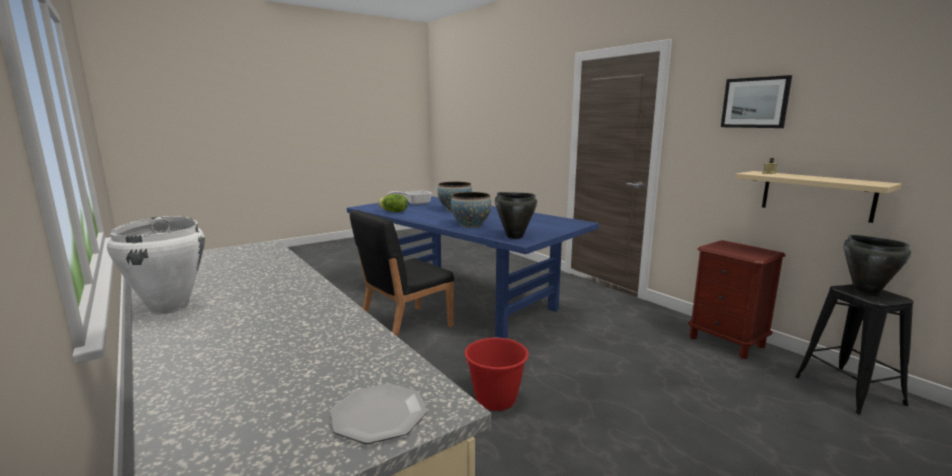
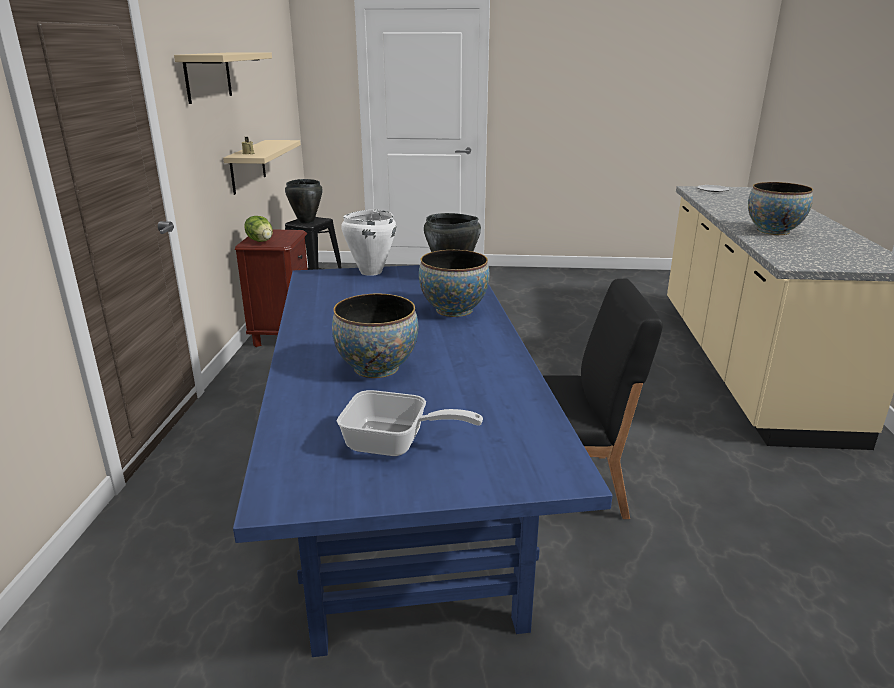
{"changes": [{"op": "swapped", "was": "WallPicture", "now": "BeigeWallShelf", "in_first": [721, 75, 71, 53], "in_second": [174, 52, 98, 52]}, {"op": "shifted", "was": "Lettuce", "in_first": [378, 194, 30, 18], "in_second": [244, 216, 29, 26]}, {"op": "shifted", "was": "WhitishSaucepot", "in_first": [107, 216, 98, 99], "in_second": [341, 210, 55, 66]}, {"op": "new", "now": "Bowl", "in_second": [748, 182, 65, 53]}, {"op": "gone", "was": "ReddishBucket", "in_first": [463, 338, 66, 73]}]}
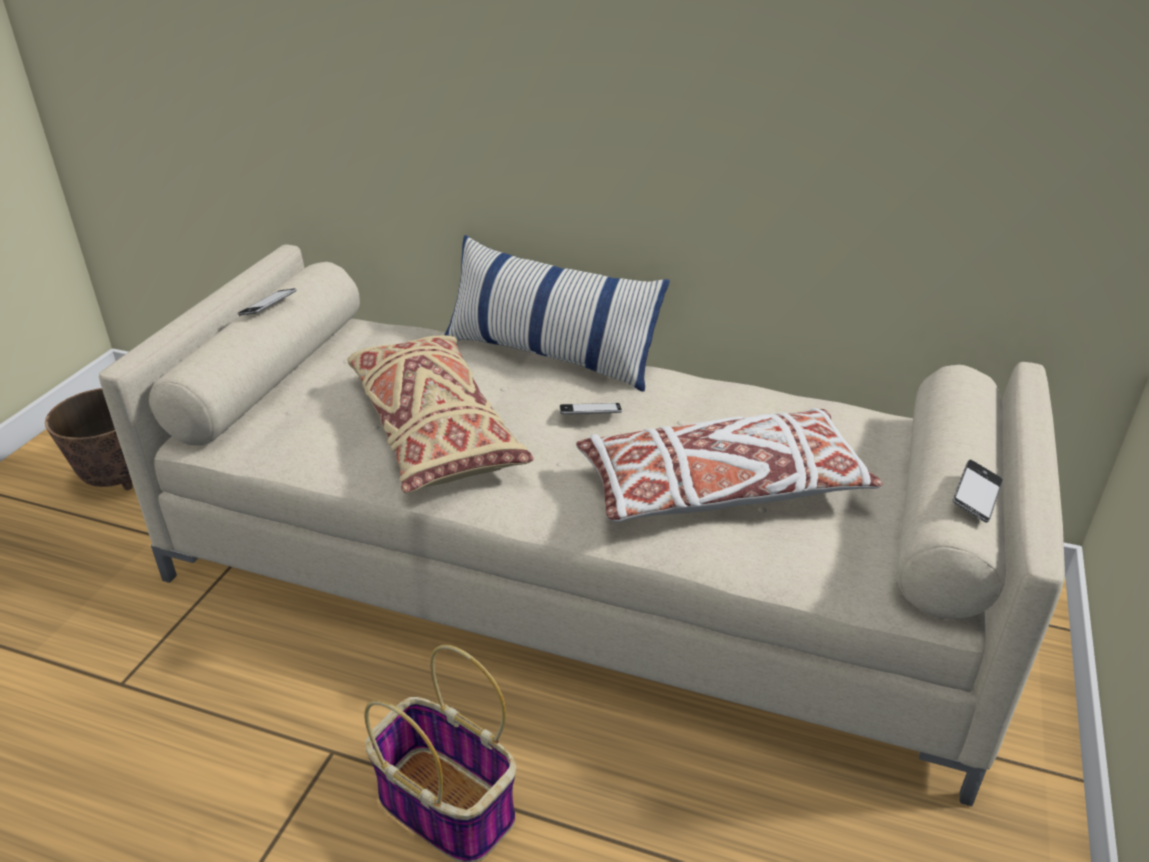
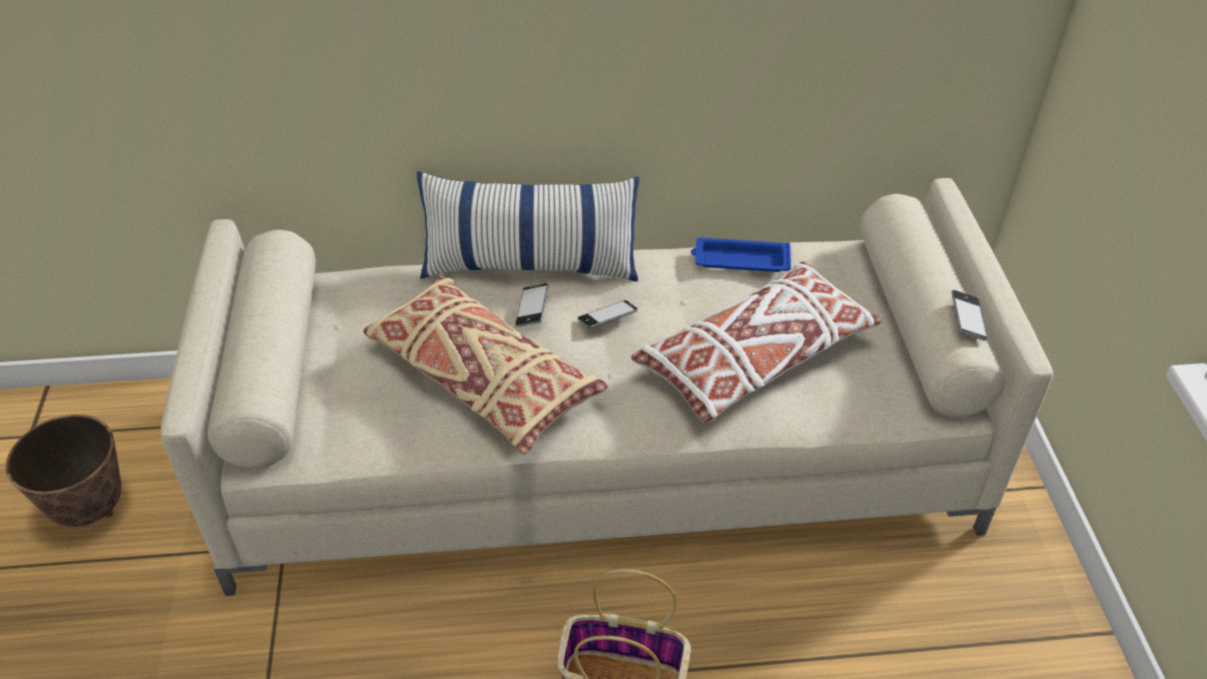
{"changes": [{"op": "shifted", "was": "Phone", "in_first": [238, 288, 59, 27], "in_second": [515, 283, 33, 44]}, {"op": "new", "now": "BluishCarryingTray", "in_second": [691, 238, 100, 34]}]}
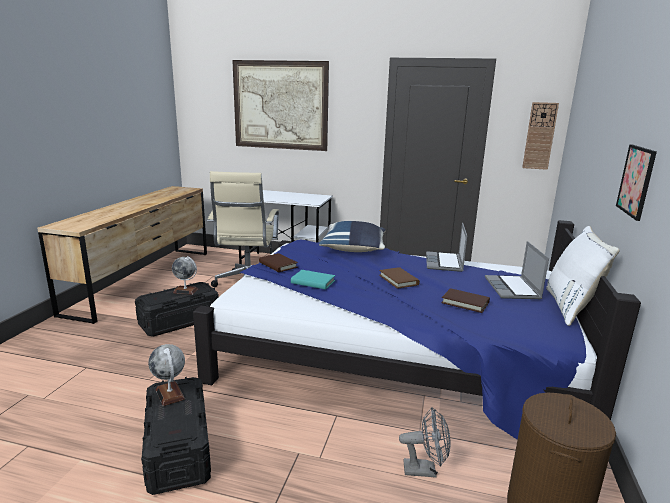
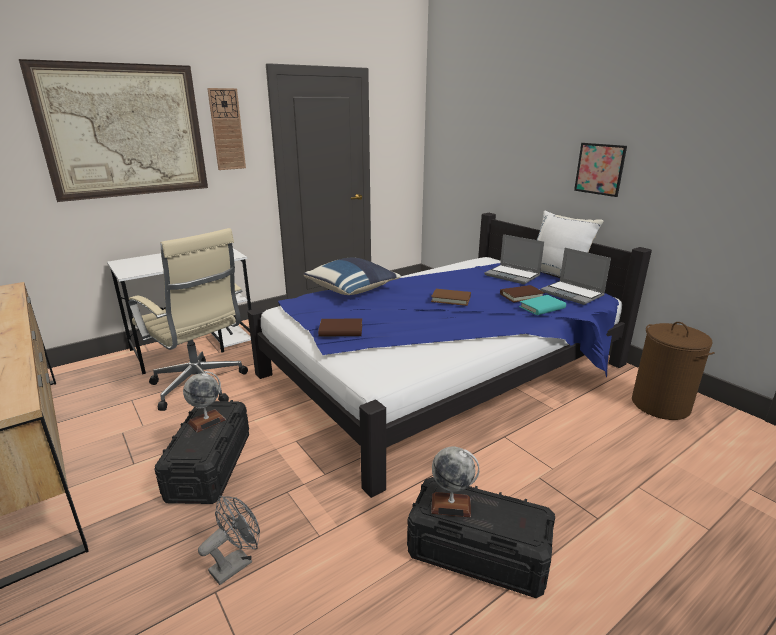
{"changes": [{"op": "shifted", "was": "GreyFan", "in_first": [399, 407, 52, 71], "in_second": [198, 496, 62, 89]}, {"op": "shifted", "was": "ClockOnTheWall", "in_first": [522, 102, 37, 68], "in_second": [207, 88, 39, 82]}, {"op": "shifted", "was": "TurquoiseBook", "in_first": [291, 270, 44, 20], "in_second": [519, 295, 47, 20]}, {"op": "shifted", "was": "PortableComputer", "in_first": [426, 223, 41, 49], "in_second": [540, 248, 71, 57]}]}
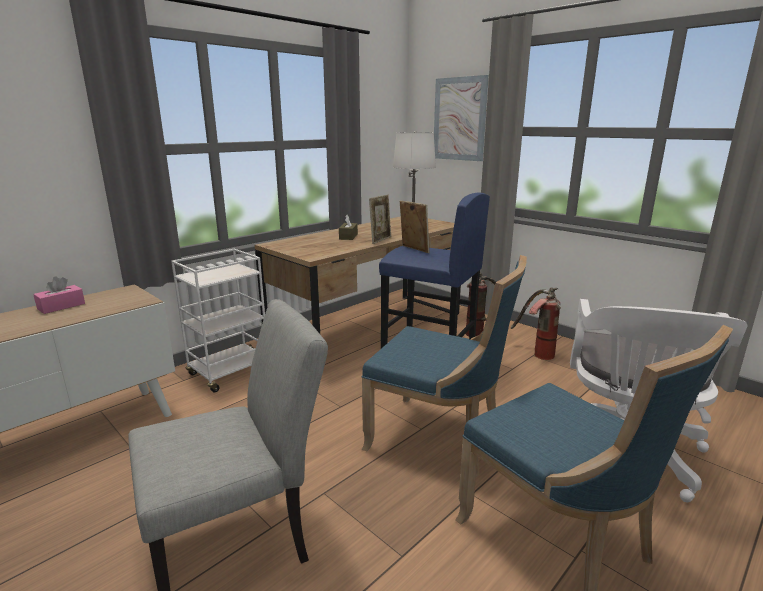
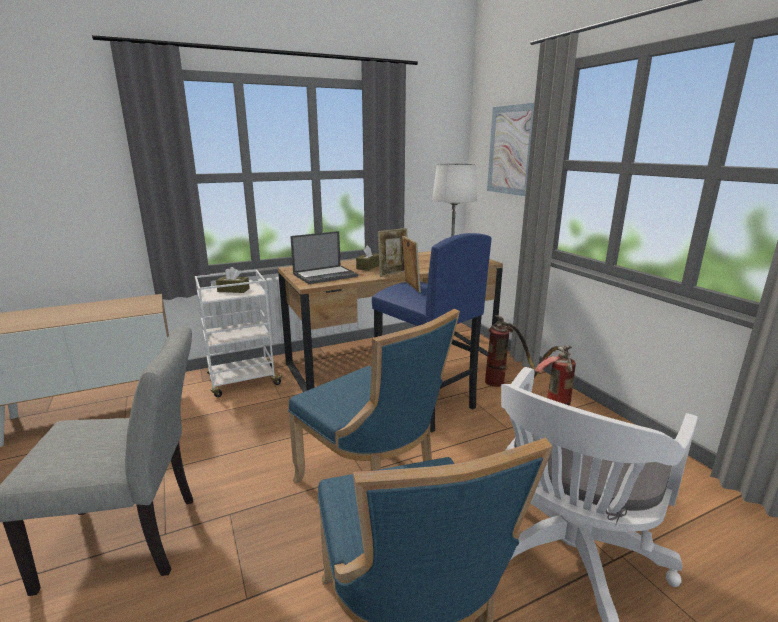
{"changes": [{"op": "new", "now": "BrownColouredTissueHolder", "in_second": [216, 267, 34, 26]}, {"op": "new", "now": "PortableComputer", "in_second": [290, 231, 68, 53]}, {"op": "gone", "was": "PinkishTissueHolder", "in_first": [33, 276, 52, 38]}]}
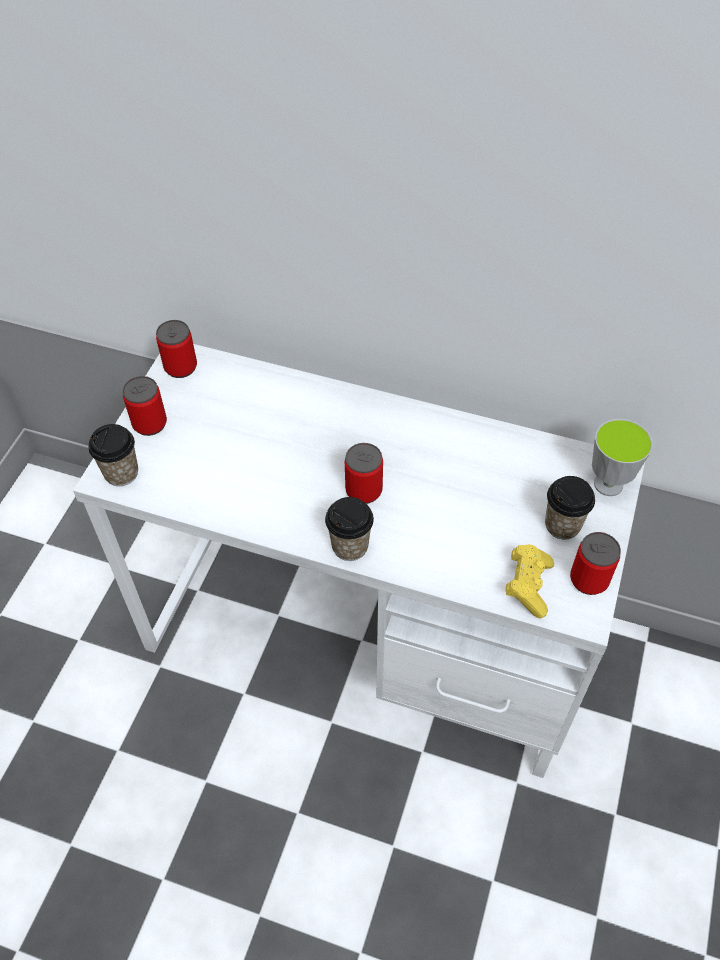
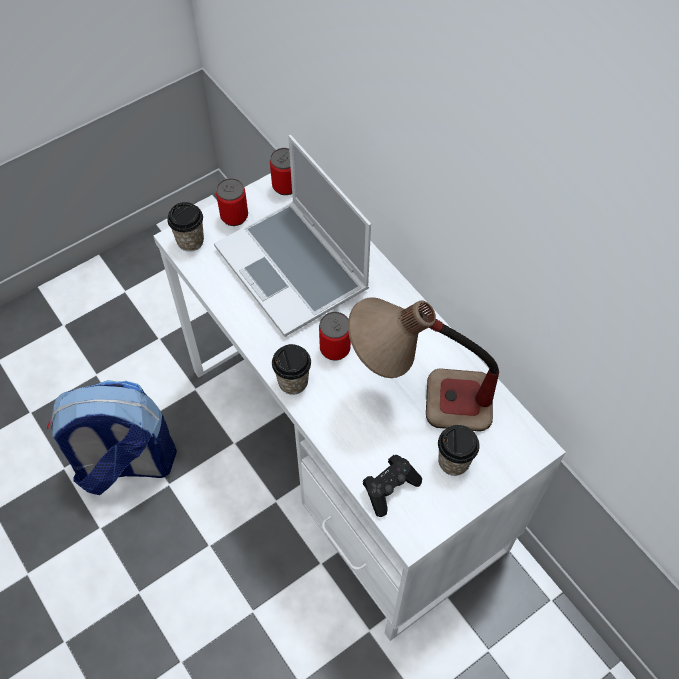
{"changes": [{"op": "new", "now": "Backpack", "in_second": [47, 380, 130, 115]}, {"op": "new", "now": "PortableComputer", "in_second": [214, 135, 157, 202]}, {"op": "new", "now": "TableLamp", "in_second": [348, 297, 151, 135]}, {"op": "repainted", "was": "YellowGamepad", "now": "BlackColouredGamepad", "in_first": [505, 544, 49, 74], "in_second": [362, 455, 60, 62]}, {"op": "gone", "was": "MetalCan", "in_first": [570, 532, 51, 63]}, {"op": "gone", "was": "SmallCup", "in_first": [592, 419, 61, 77]}]}
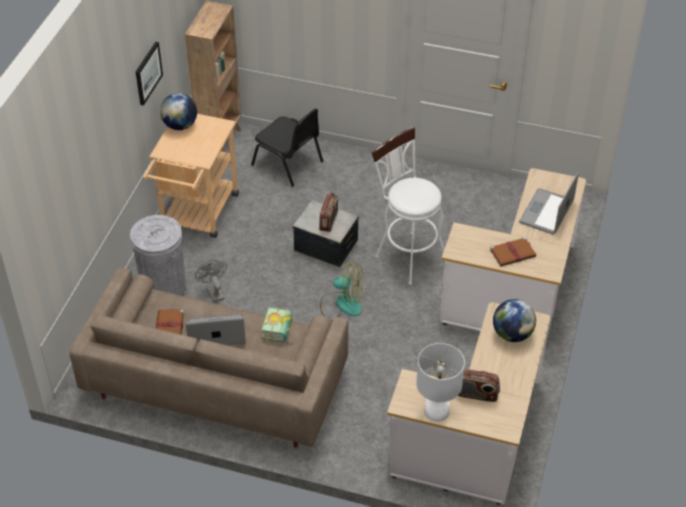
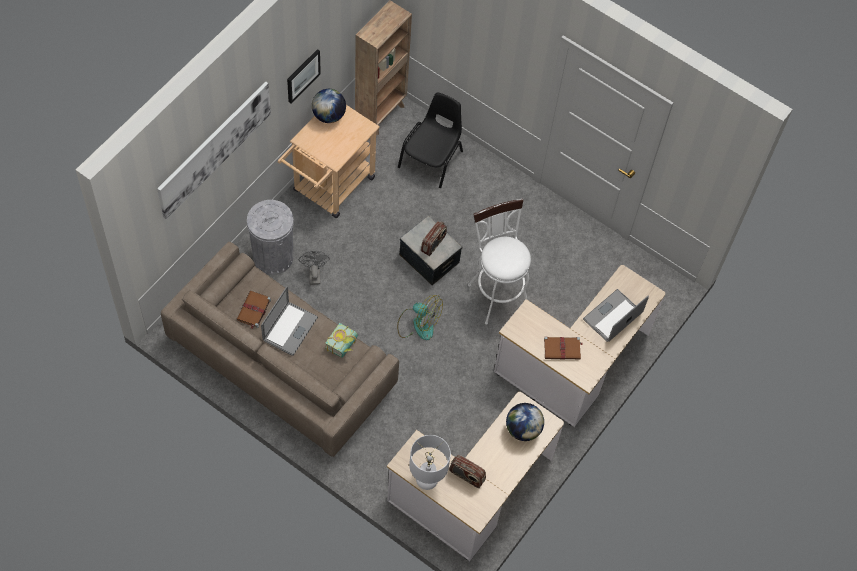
{"changes": [{"op": "new", "now": "WallPicture", "in_second": [157, 81, 114, 138]}, {"op": "rotated", "was": "PortableComputer", "in_first": [186, 314, 60, 31], "in_second": [261, 286, 57, 70], "clockwise": 105}, {"op": "rotated", "was": "BlackColouredPlainChair", "in_first": [251, 109, 72, 78], "in_second": [398, 92, 65, 96], "clockwise": -120}]}
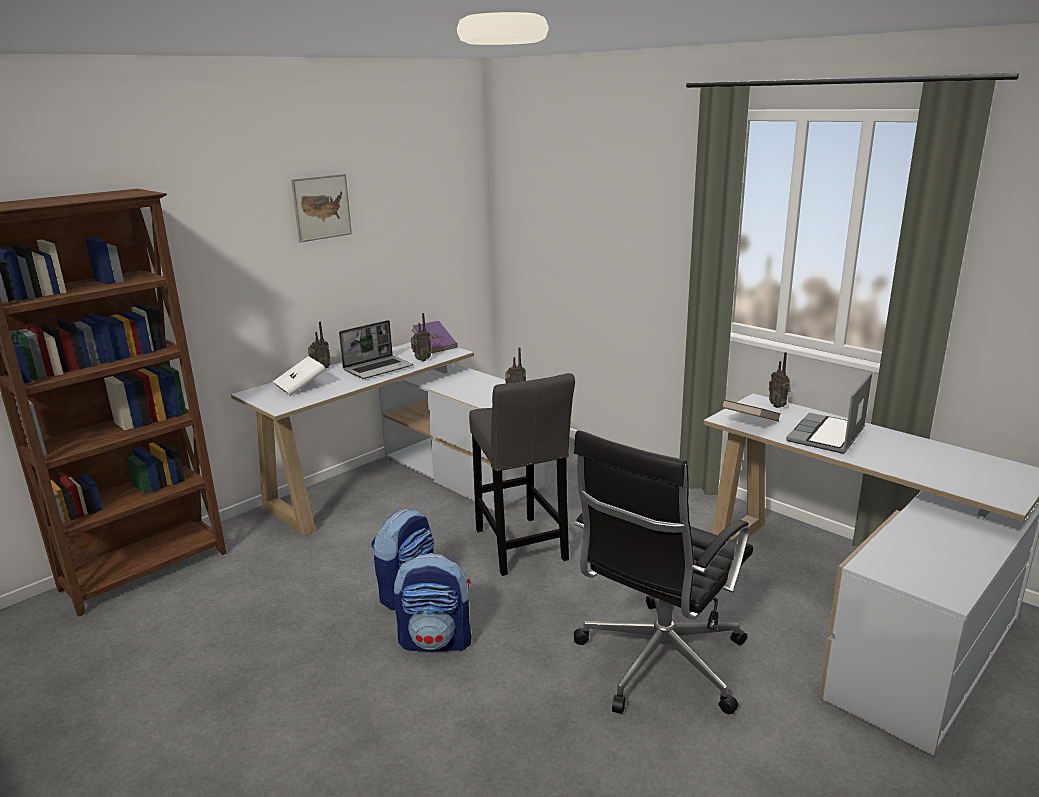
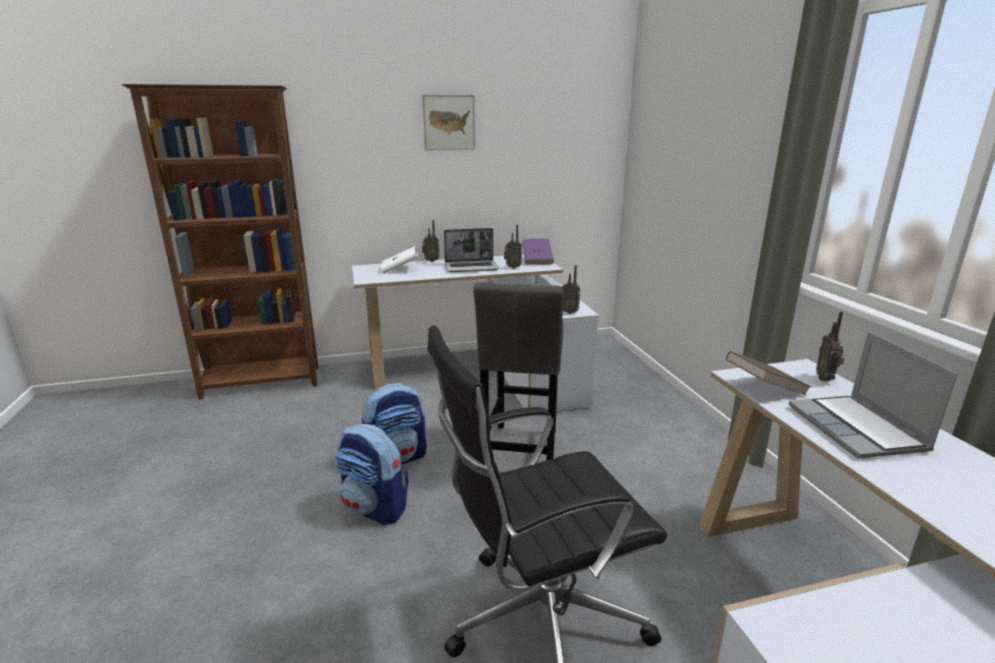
{"changes": [{"op": "rotated", "was": "PortableComputer", "in_first": [786, 373, 86, 81], "in_second": [789, 332, 169, 127], "clockwise": -75}]}
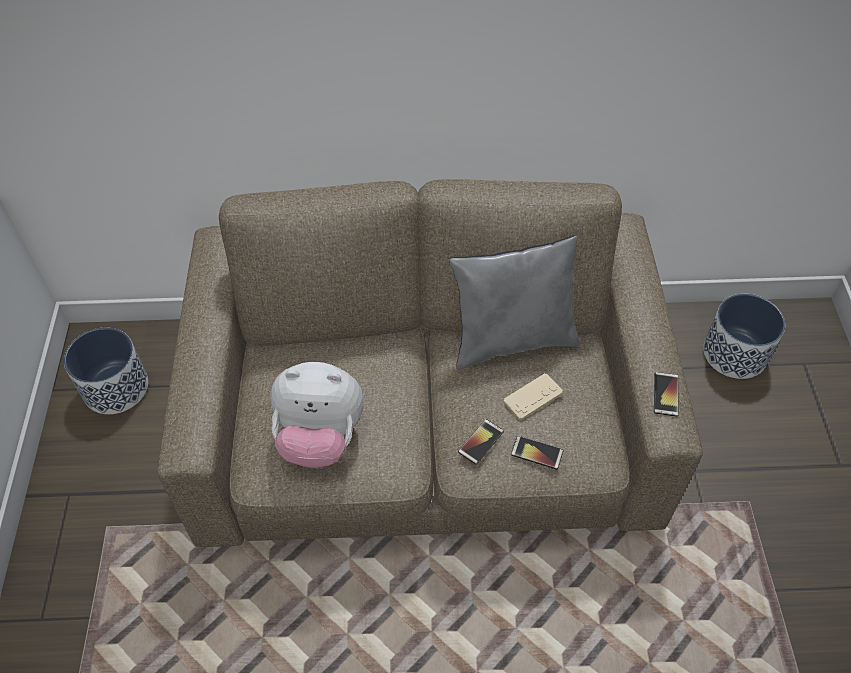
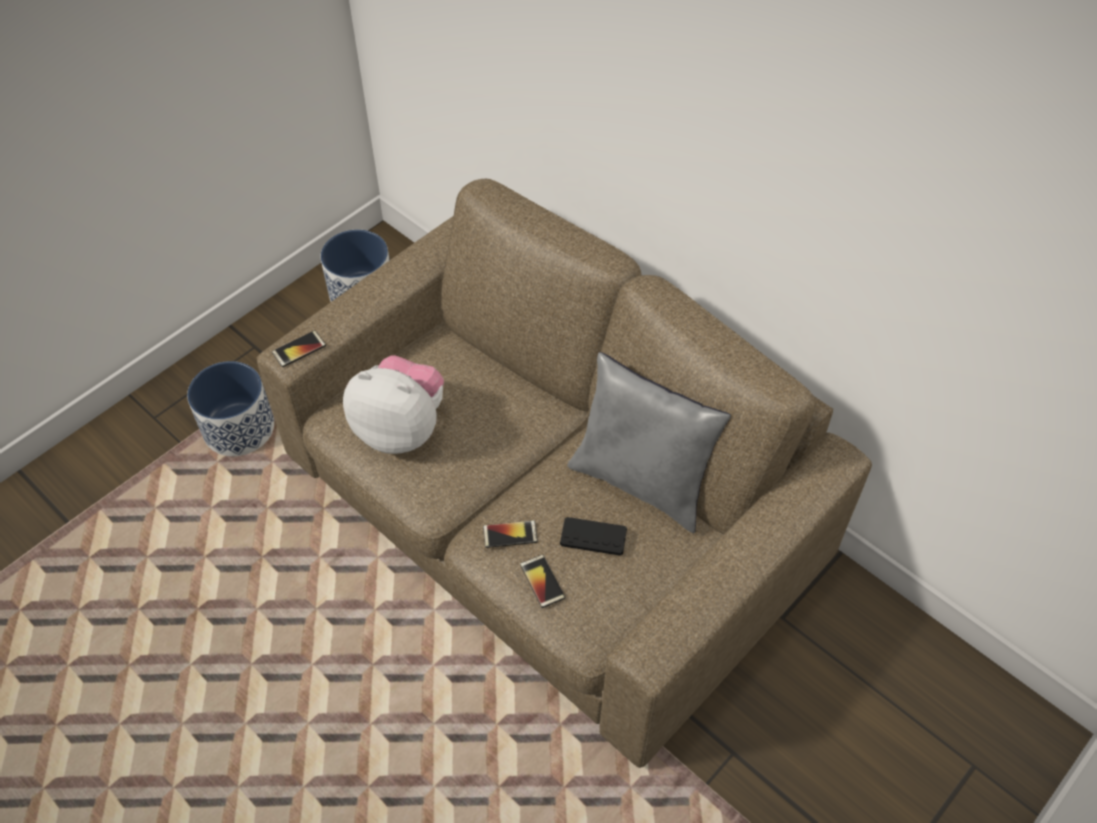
{"changes": [{"op": "shifted", "was": "PlantPot", "in_first": [703, 294, 82, 85], "in_second": [187, 361, 87, 95]}, {"op": "shifted", "was": "Phone", "in_first": [654, 372, 25, 45], "in_second": [272, 330, 54, 37]}, {"op": "rotated", "was": "CuddlyToy", "in_first": [270, 362, 94, 106], "in_second": [343, 356, 101, 98], "clockwise": 150}, {"op": "repainted", "was": "BeigeGamepad", "now": "BlackColouredGamepad", "in_first": [503, 373, 60, 47], "in_second": [560, 517, 67, 39]}]}
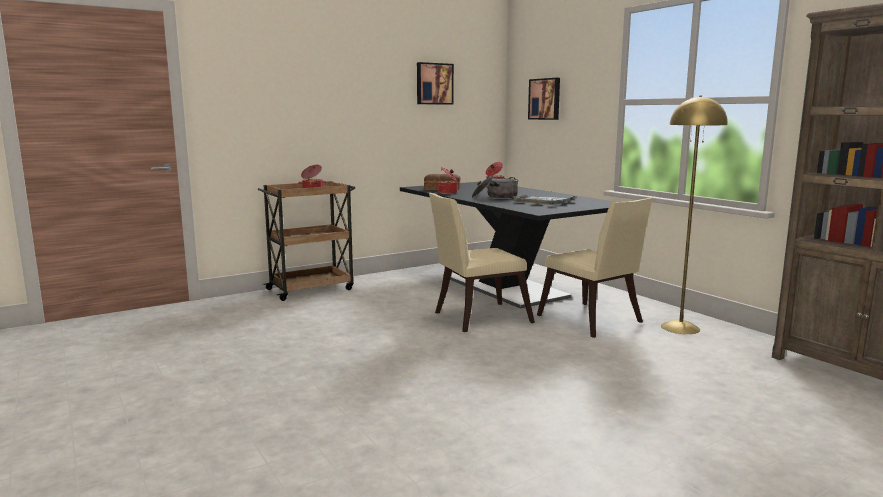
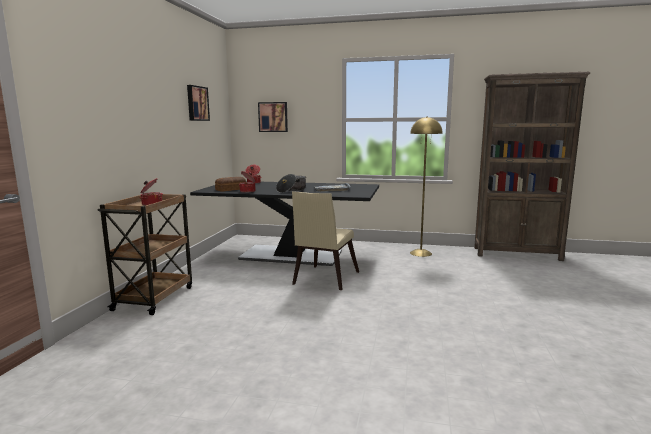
{"changes": [{"op": "gone", "was": "BeigePlainChair", "in_first": [537, 198, 116, 140]}]}
